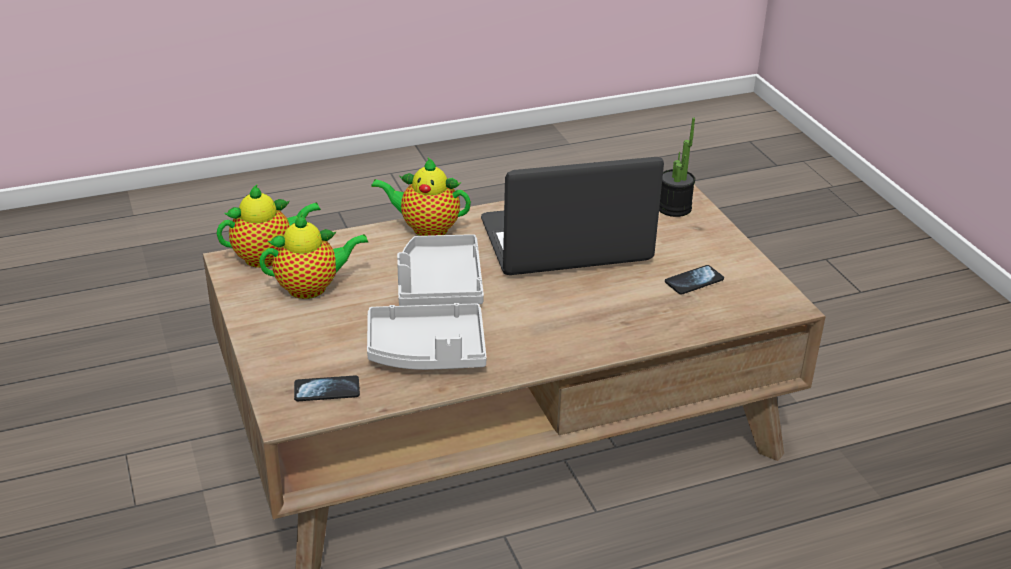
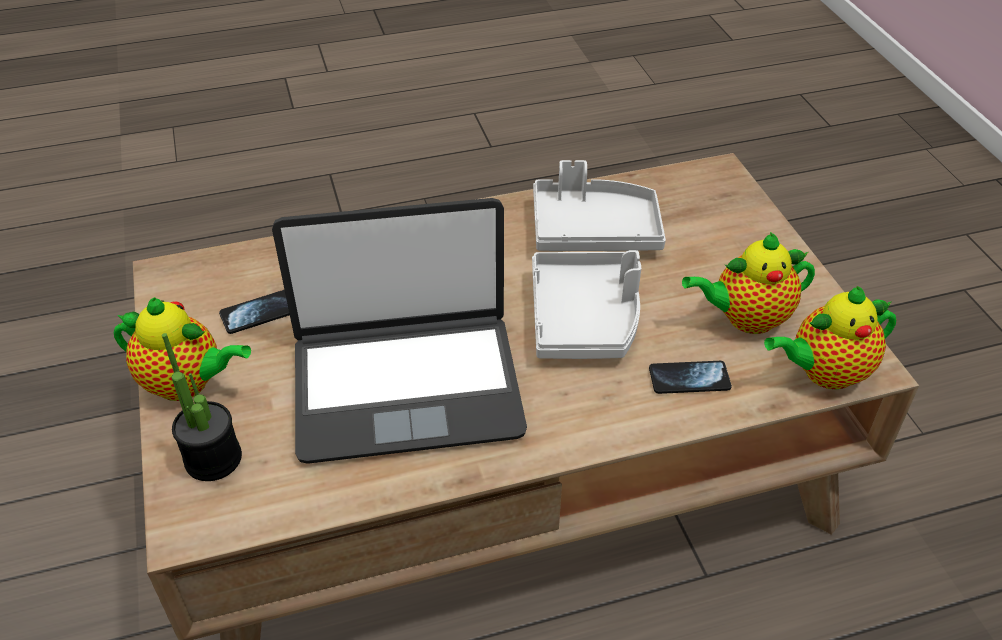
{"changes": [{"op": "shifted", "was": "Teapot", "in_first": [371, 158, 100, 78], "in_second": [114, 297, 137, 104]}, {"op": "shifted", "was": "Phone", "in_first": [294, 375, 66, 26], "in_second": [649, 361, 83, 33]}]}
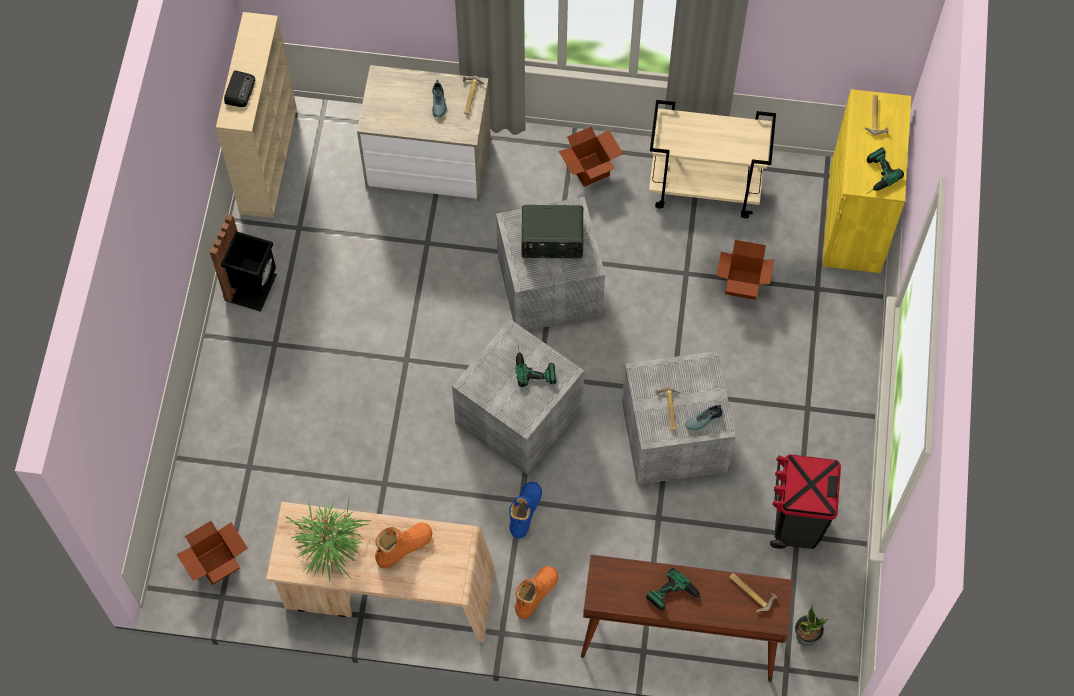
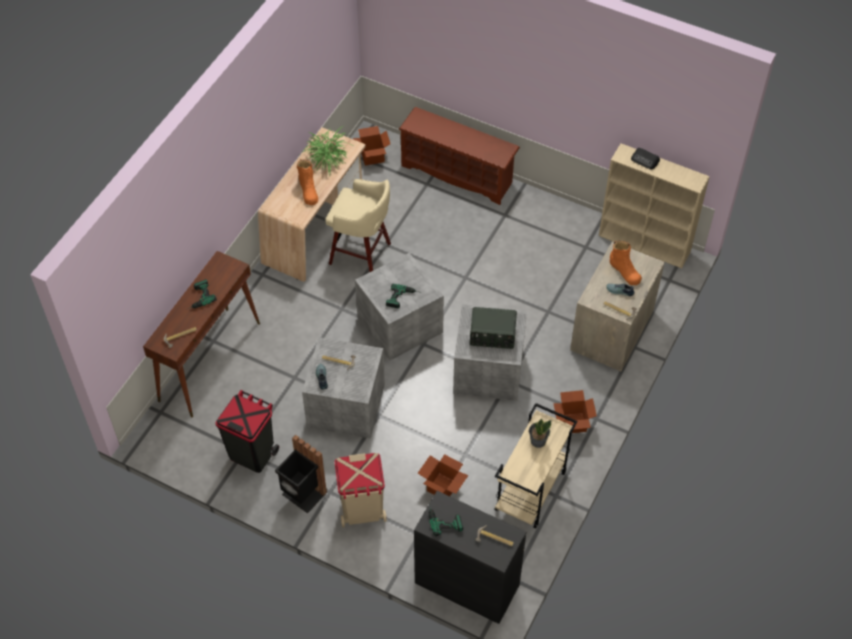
{"changes": [{"op": "shifted", "was": "BlackColouredTrashCan", "in_first": [210, 214, 67, 98], "in_second": [275, 435, 52, 79]}, {"op": "new", "now": "BeigeSittingStool", "in_second": [325, 179, 66, 93]}, {"op": "new", "now": "BeigeTrashCan", "in_second": [335, 453, 52, 74]}, {"op": "new", "now": "BrownColouredShoeRack", "in_second": [399, 107, 121, 98]}, {"op": "repainted", "was": "YellowCabinet", "now": "BlackColouredCabinet", "in_first": [823, 89, 88, 184], "in_second": [414, 491, 112, 133]}, {"op": "rotated", "was": "Radio", "in_first": [521, 205, 62, 54], "in_second": [470, 307, 47, 42], "clockwise": -105}, {"op": "shifted", "was": "PottedPlant", "in_first": [795, 605, 33, 41], "in_second": [529, 418, 22, 30]}, {"op": "shifted", "was": "OrangeColouredHighTopBoot", "in_first": [515, 566, 44, 53], "in_second": [610, 241, 32, 44]}, {"op": "gone", "was": "BluishHighTopBoot", "in_first": [509, 482, 33, 56]}]}
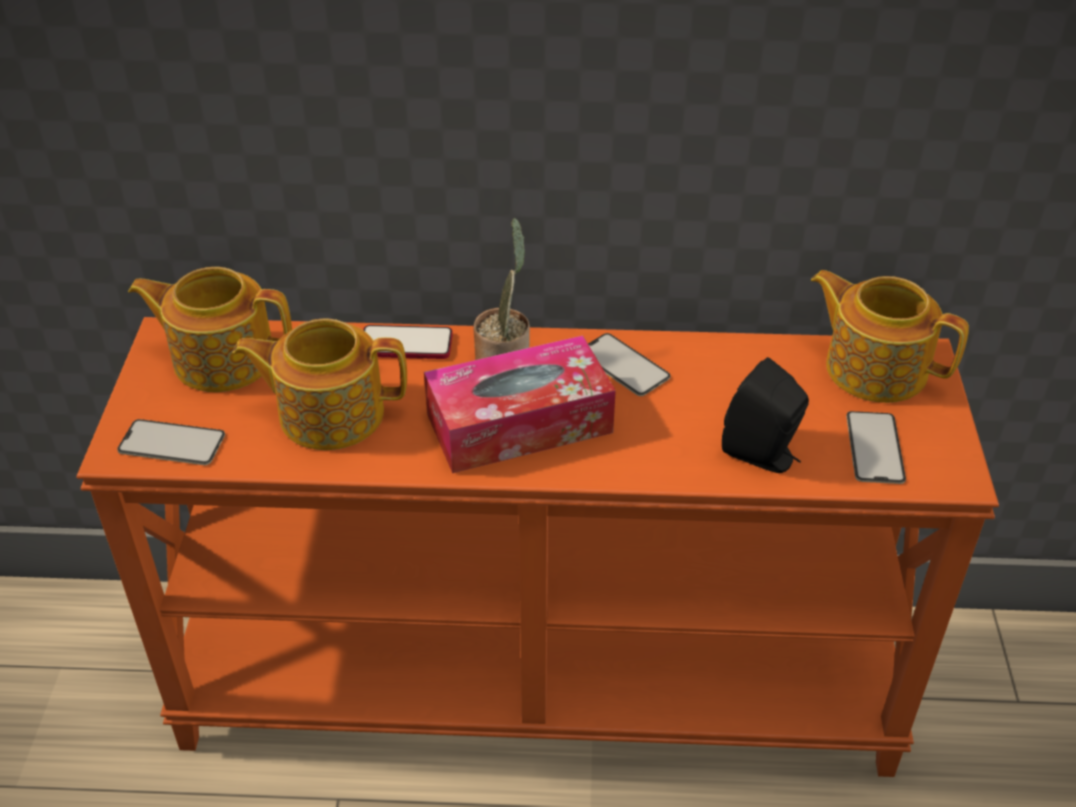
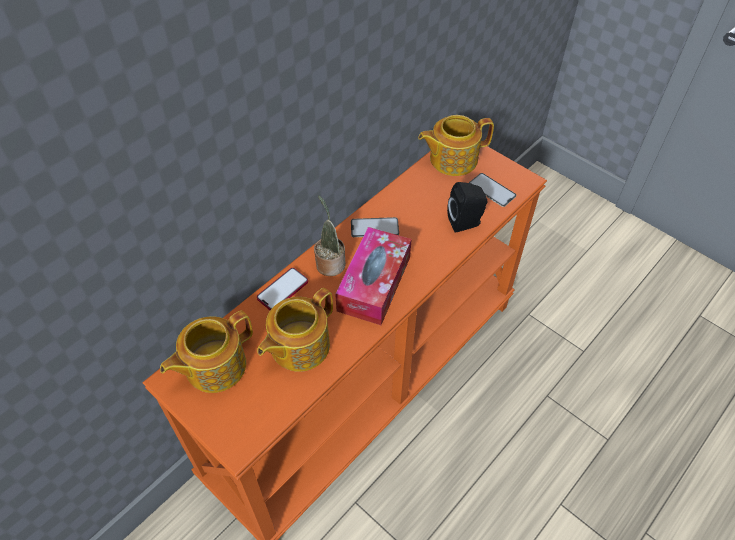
{"changes": [{"op": "gone", "was": "Phone", "in_first": [117, 419, 108, 46]}]}
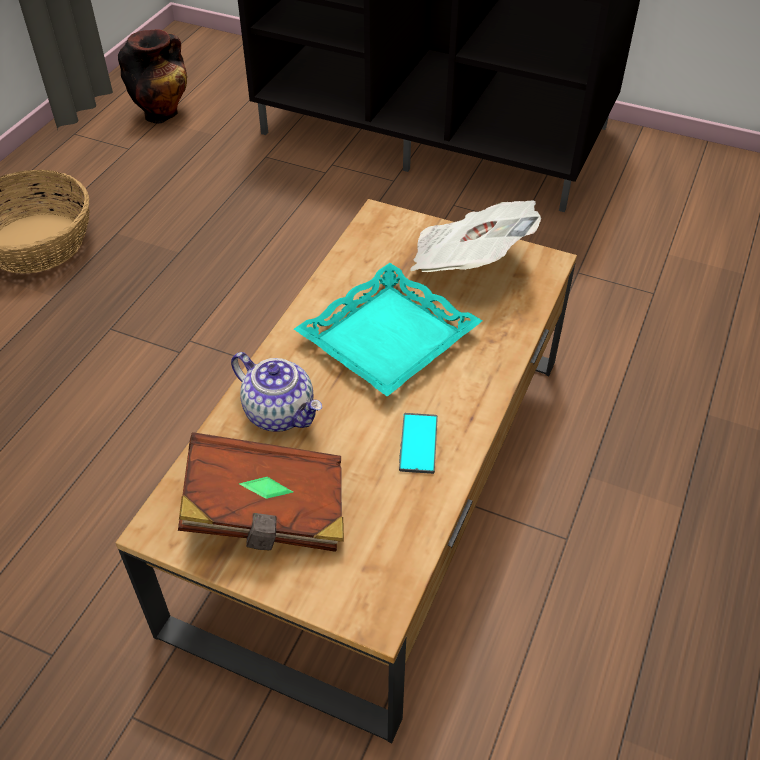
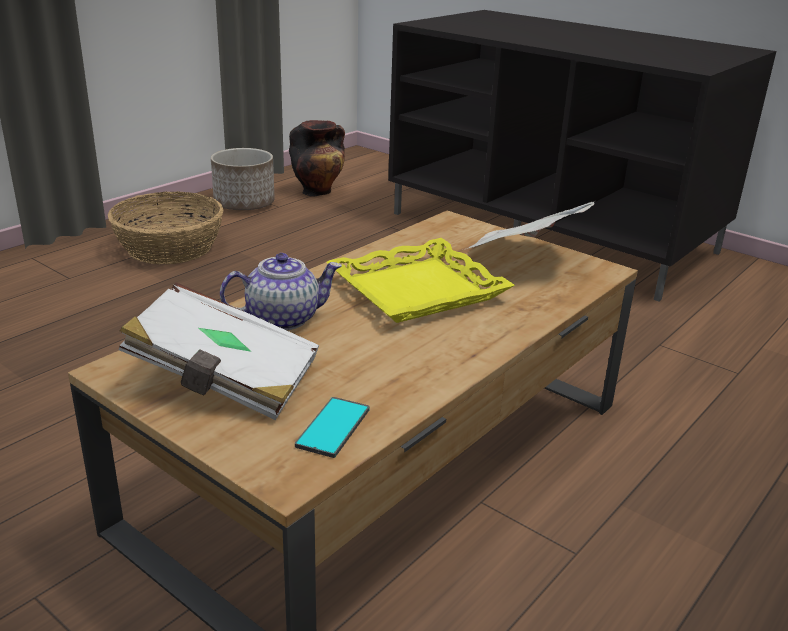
{"changes": [{"op": "repainted", "was": "BrownColouredBook", "now": "WhitishBook", "in_first": [178, 432, 166, 120], "in_second": [119, 282, 200, 138]}, {"op": "new", "now": "PlantPot", "in_second": [211, 148, 64, 62]}, {"op": "rotated", "was": "Teapot", "in_first": [231, 352, 91, 80], "in_second": [220, 253, 122, 77], "clockwise": -75}, {"op": "shifted", "was": "Phone", "in_first": [399, 413, 39, 61], "in_second": [295, 397, 75, 61]}, {"op": "repainted", "was": "TurquoiseCarryingTray", "now": "YellowCarryingTray", "in_first": [294, 263, 188, 133], "in_second": [326, 238, 189, 85]}]}
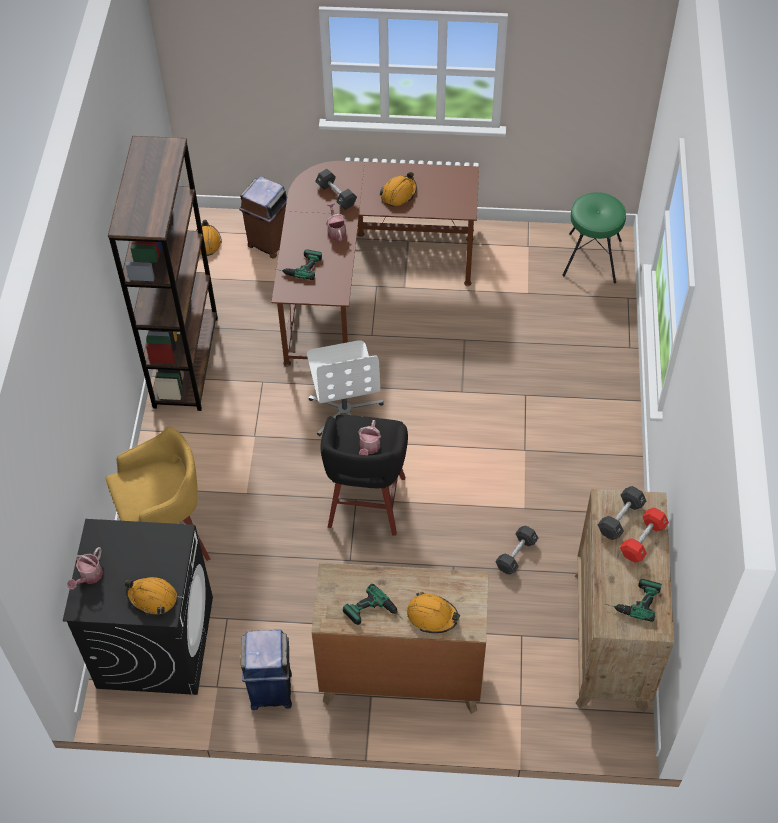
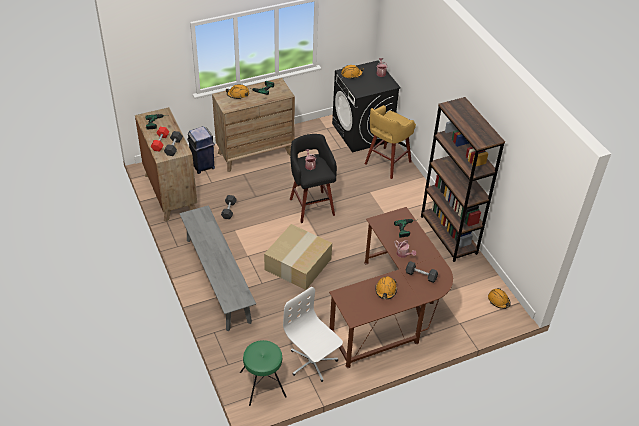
{"changes": [{"op": "new", "now": "GreyLongSeat", "in_second": [179, 205, 77, 126]}, {"op": "shifted", "was": "BluishTrashCan", "in_first": [241, 630, 51, 80], "in_second": [187, 126, 28, 48]}, {"op": "new", "now": "Carton", "in_second": [264, 224, 68, 66]}, {"op": "shifted", "was": "WhitishOfficeChair", "in_first": [307, 340, 77, 96], "in_second": [283, 287, 60, 95]}, {"op": "gone", "was": "BrownColouredTrashCan", "in_first": [239, 176, 48, 83]}]}
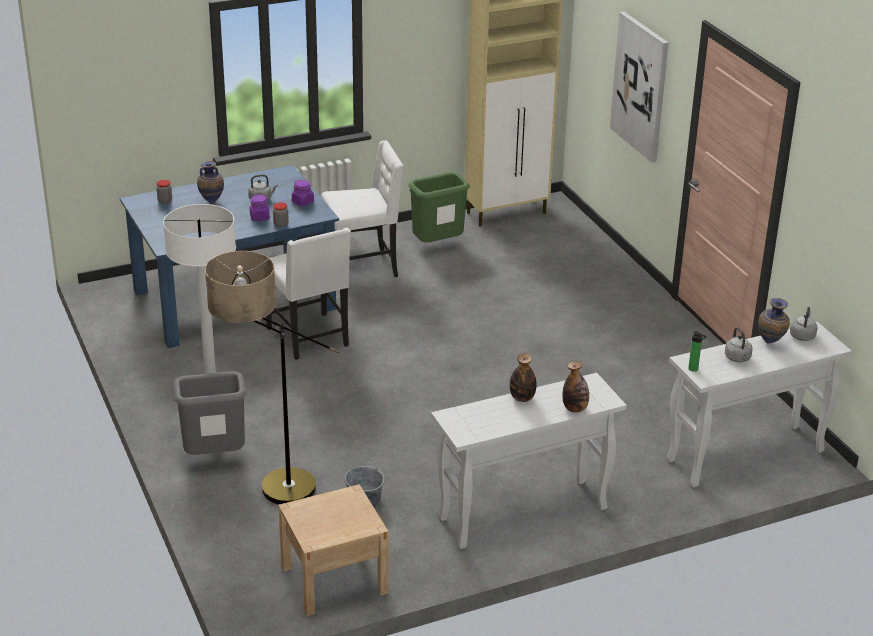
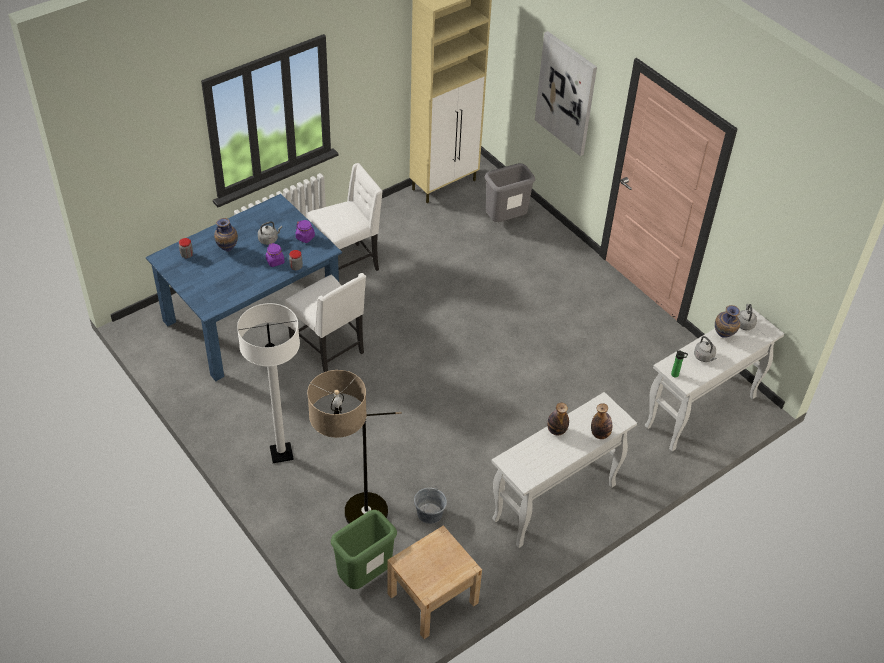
{"changes": [{"op": "shifted", "was": "GreenTrashCan", "in_first": [408, 172, 62, 71], "in_second": [331, 510, 66, 79]}, {"op": "shifted", "was": "GreyTrashCan", "in_first": [173, 371, 74, 84], "in_second": [485, 163, 50, 59]}]}
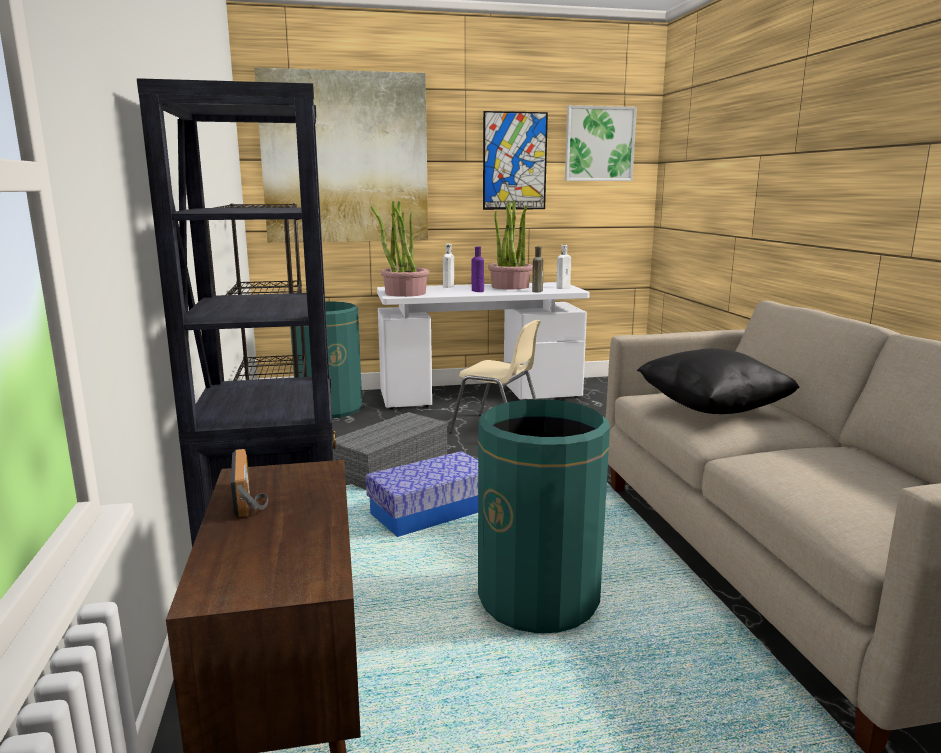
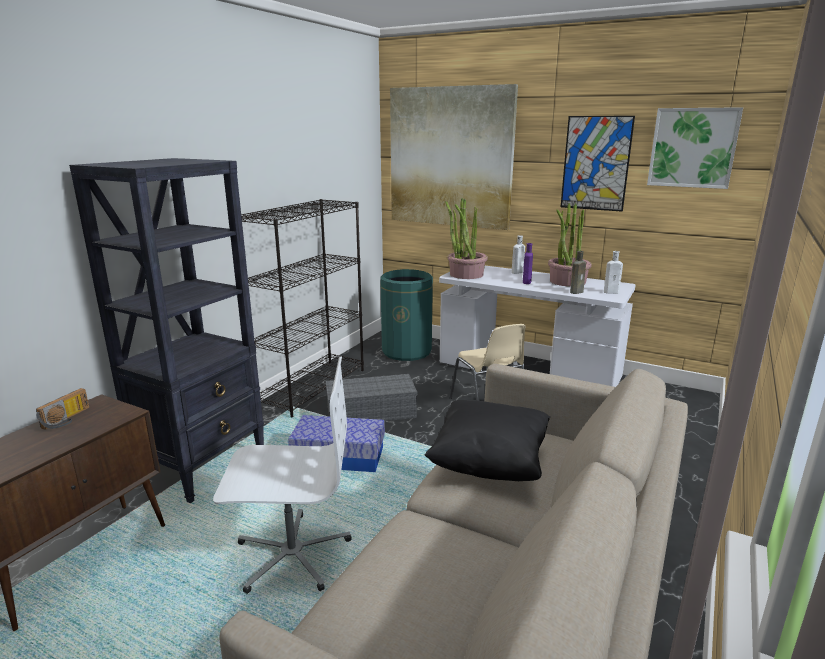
{"changes": [{"op": "swapped", "was": "GreenTrashCan", "now": "WhitishOfficeChair", "in_first": [478, 399, 132, 234], "in_second": [213, 356, 139, 238]}]}
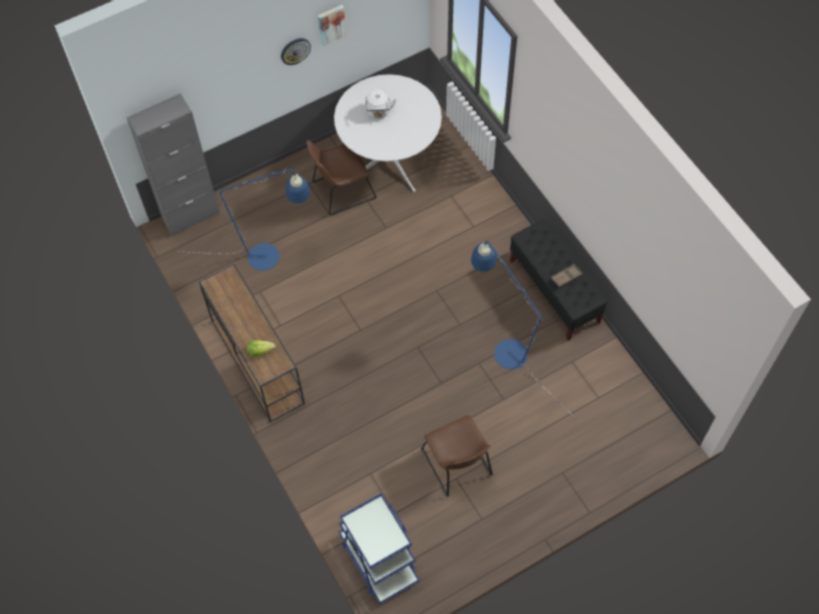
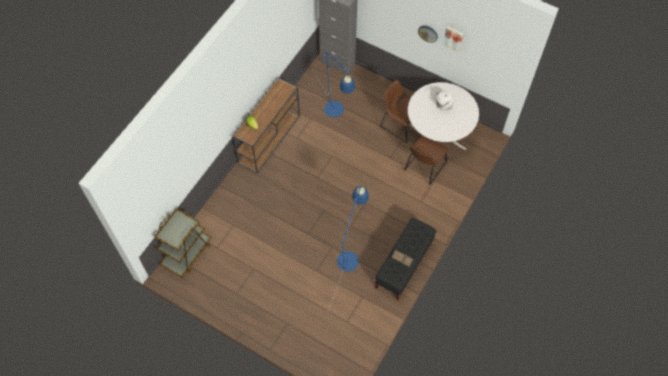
{"changes": [{"op": "repainted", "was": "BluishWheeledCart", "now": "BrownColouredWheeledCart", "in_first": [339, 493, 81, 112], "in_second": [154, 208, 57, 70]}, {"op": "shifted", "was": "BrownColouredPlainChair", "in_first": [421, 415, 72, 81], "in_second": [404, 135, 44, 50]}]}
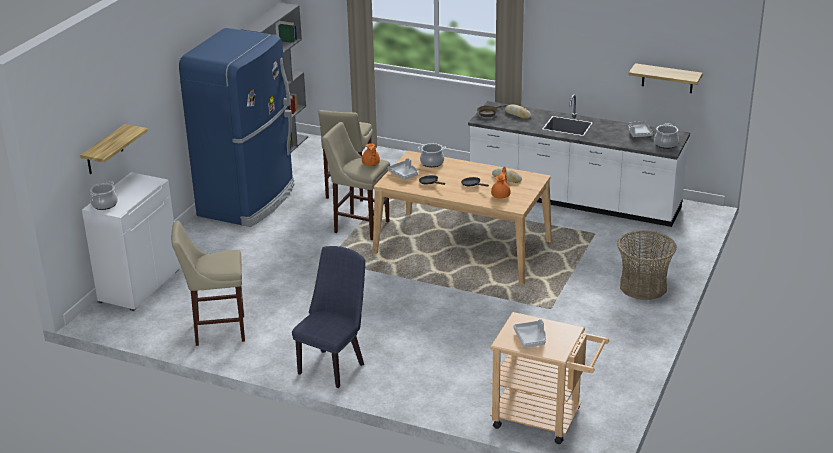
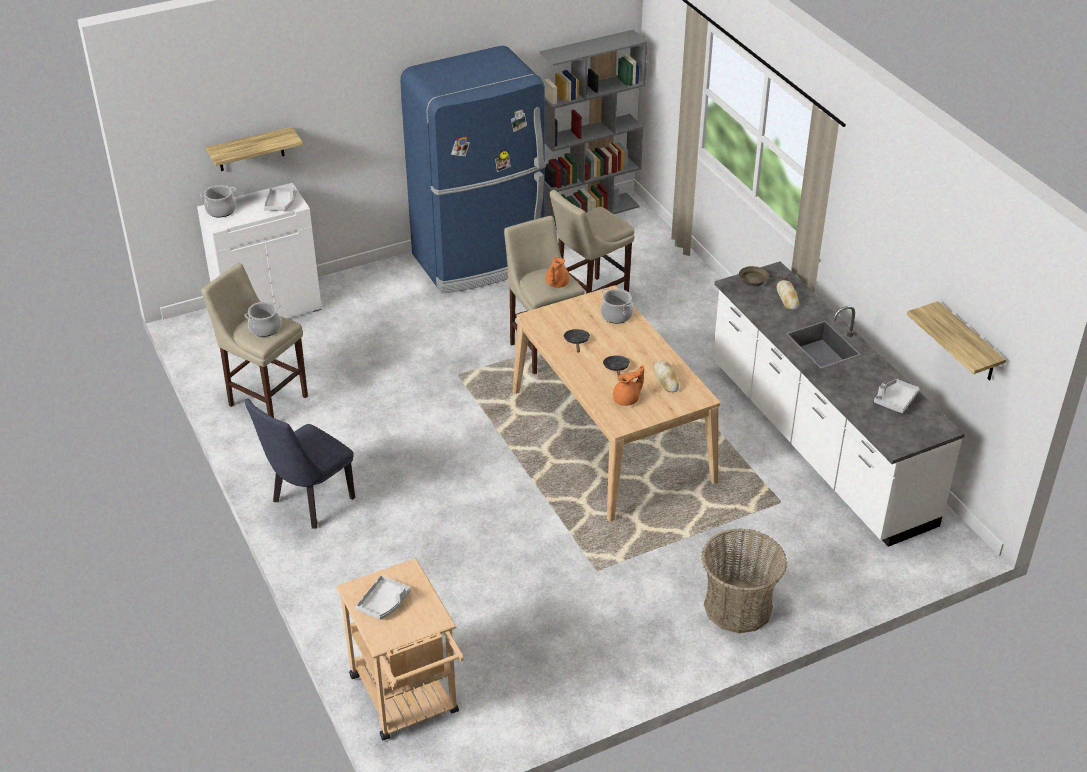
{"changes": [{"op": "shifted", "was": "Saucepot", "in_first": [654, 123, 25, 26], "in_second": [244, 302, 37, 35]}, {"op": "rotated", "was": "BluishPlainChair", "in_first": [292, 246, 73, 142], "in_second": [245, 398, 110, 131], "clockwise": 150}, {"op": "shifted", "was": "GreyCarryingTray", "in_first": [387, 158, 31, 22], "in_second": [264, 186, 33, 25]}]}
